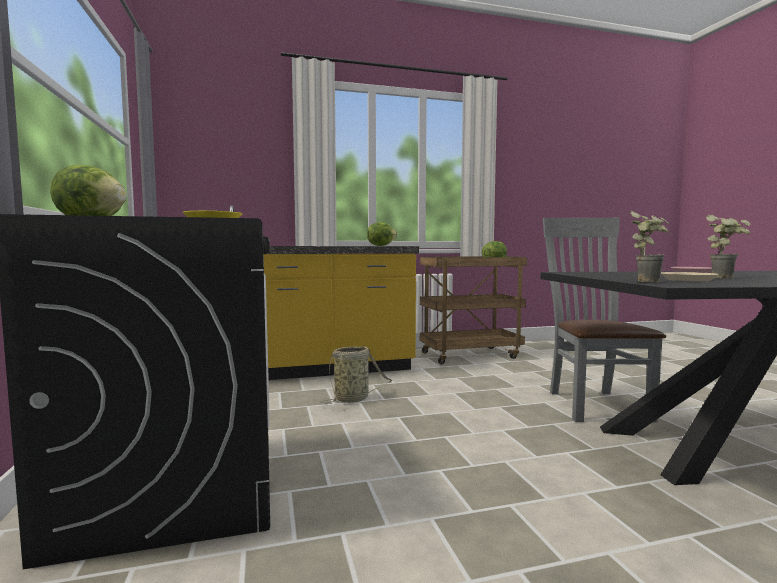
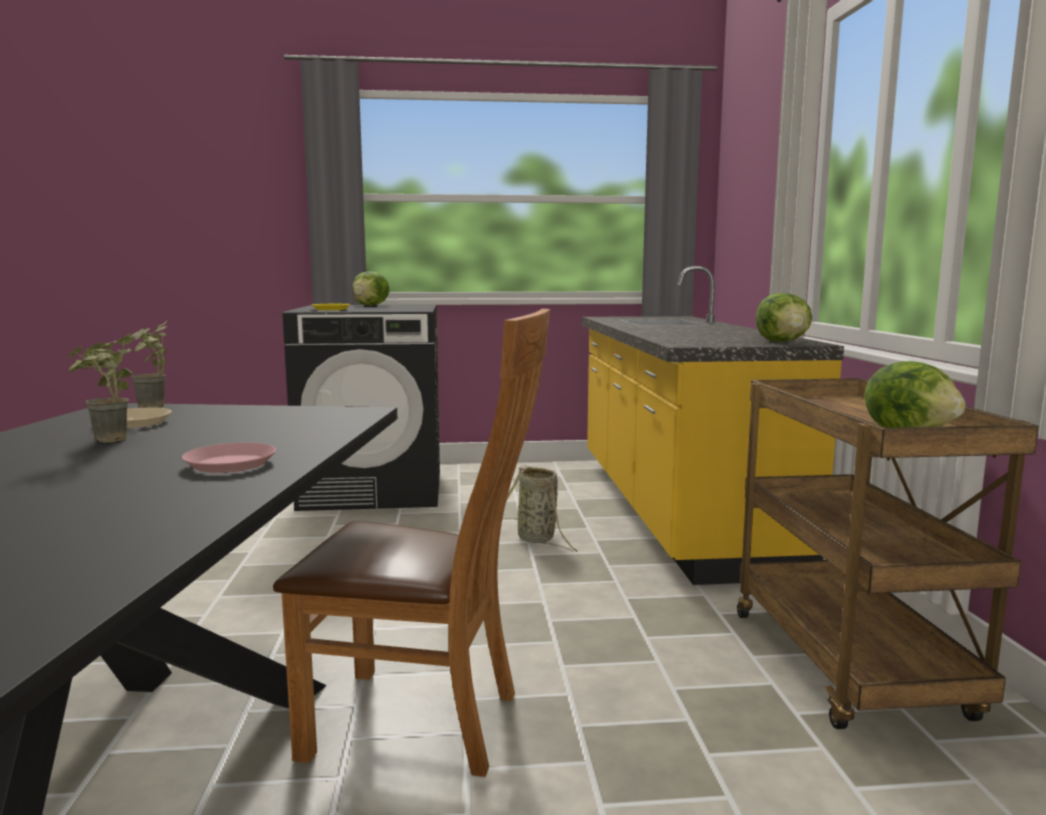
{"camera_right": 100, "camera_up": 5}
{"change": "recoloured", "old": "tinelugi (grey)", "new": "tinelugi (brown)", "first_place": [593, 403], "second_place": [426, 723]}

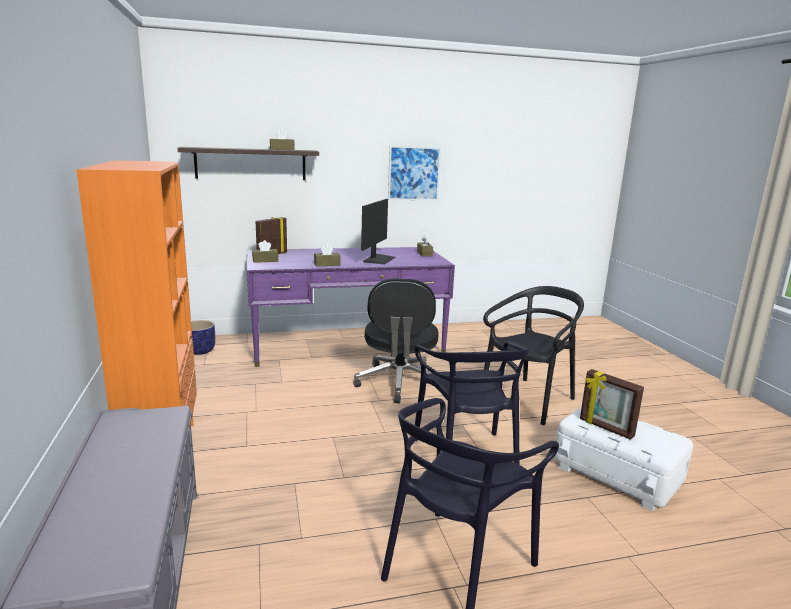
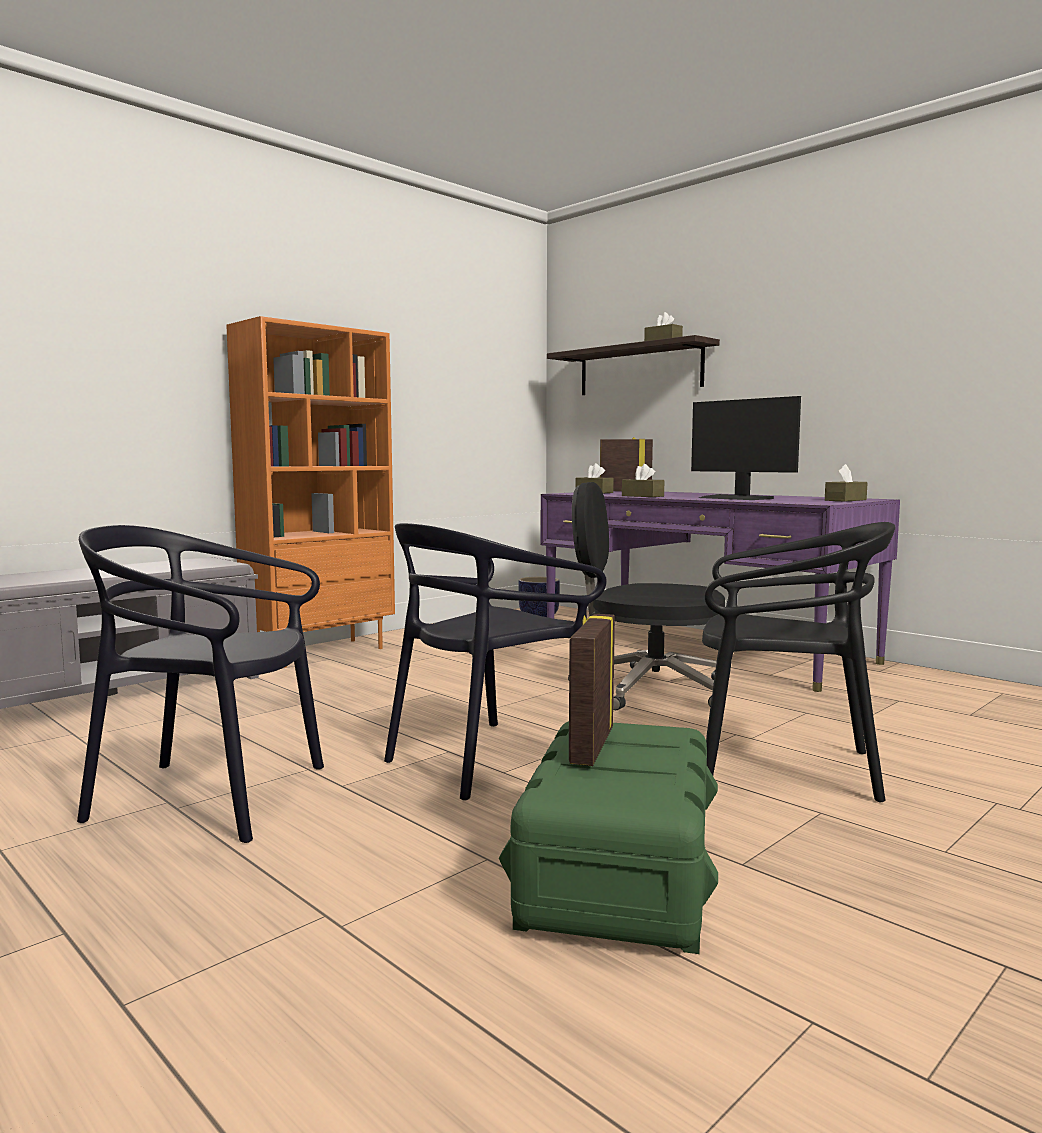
{"camera_right": 60, "camera_up": -10}
{"change": "removed", "old": "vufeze", "first_place": [414, 173]}
{"change": "turned", "old": "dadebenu", "first_place": [379, 259], "second_place": [736, 498], "degrees": 60}
{"change": "turned", "old": "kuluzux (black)", "first_place": [399, 383], "second_place": [647, 689], "degrees": 45}
{"change": "recoloured", "old": "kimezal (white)", "new": "kimezal (green)", "first_place": [617, 474], "second_place": [620, 879]}

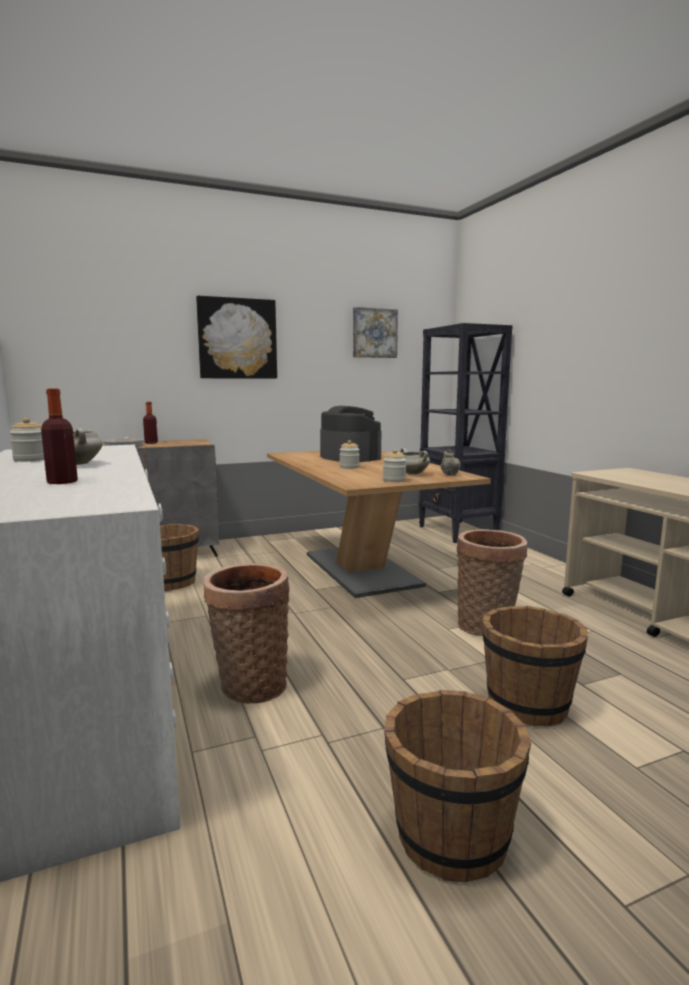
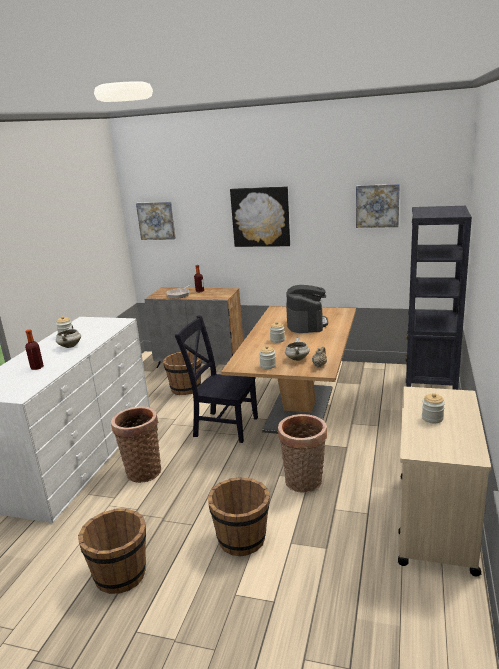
{"camera_right": 40, "camera_up": 10}
{"change": "added", "new": "vufeze", "second_place": [156, 220]}
{"change": "added", "new": "tinelugi (black)", "second_place": [223, 426]}
{"change": "added", "new": "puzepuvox", "second_place": [432, 418]}

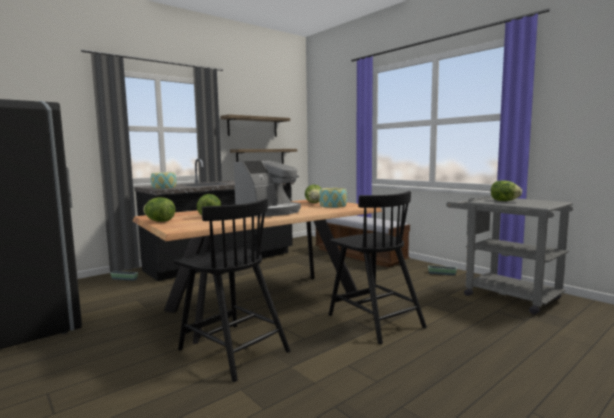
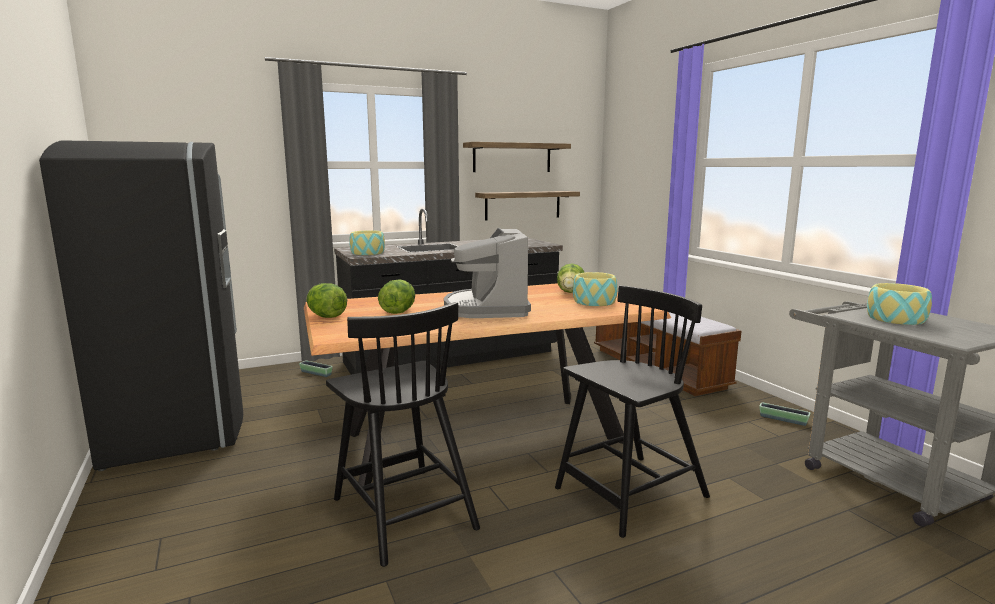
{"camera_right": 15, "camera_up": 5}
{"change": "turned", "old": "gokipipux", "first_place": [269, 212], "second_place": [488, 308], "degrees": 120}
{"change": "replaced", "old": "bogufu", "new": "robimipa", "first_place": [504, 201], "second_place": [895, 318]}
{"change": "turned", "old": "tinelugi (black)", "first_place": [374, 320], "second_place": [629, 494], "degrees": -105}

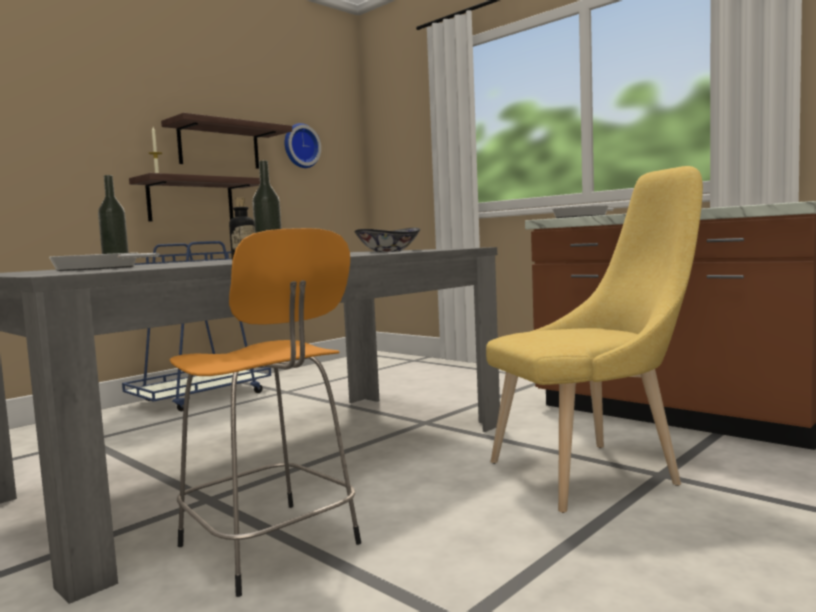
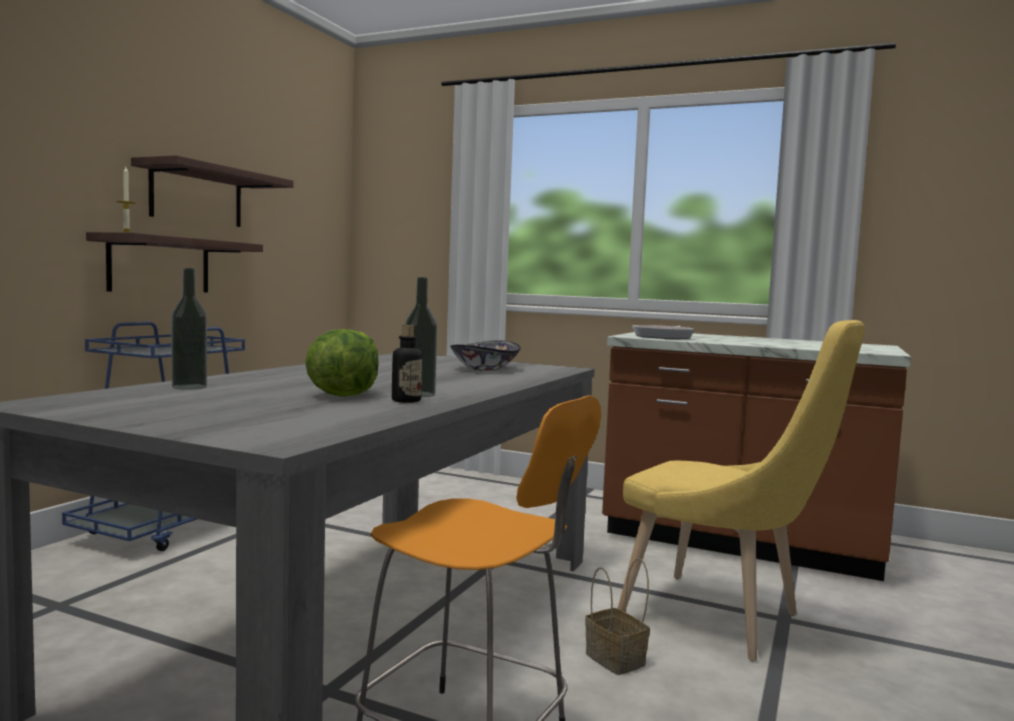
{"camera_right": -20, "camera_up": 0}
{"change": "removed", "old": "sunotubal", "first_place": [300, 146]}
{"change": "turned", "old": "tinelugi (yellow)", "first_place": [593, 473], "second_place": [722, 620], "degrees": 75}
{"change": "removed", "old": "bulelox", "first_place": [100, 268]}
{"change": "added", "new": "bogufu", "second_place": [342, 395]}
{"change": "added", "new": "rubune", "second_place": [617, 659]}

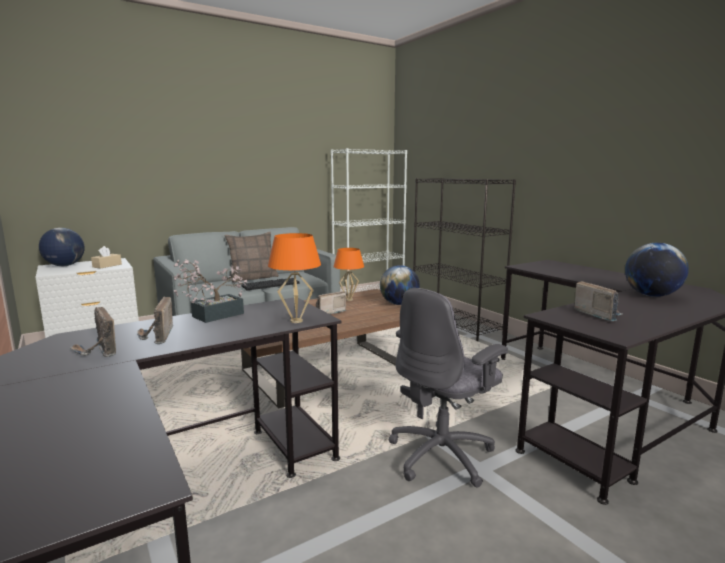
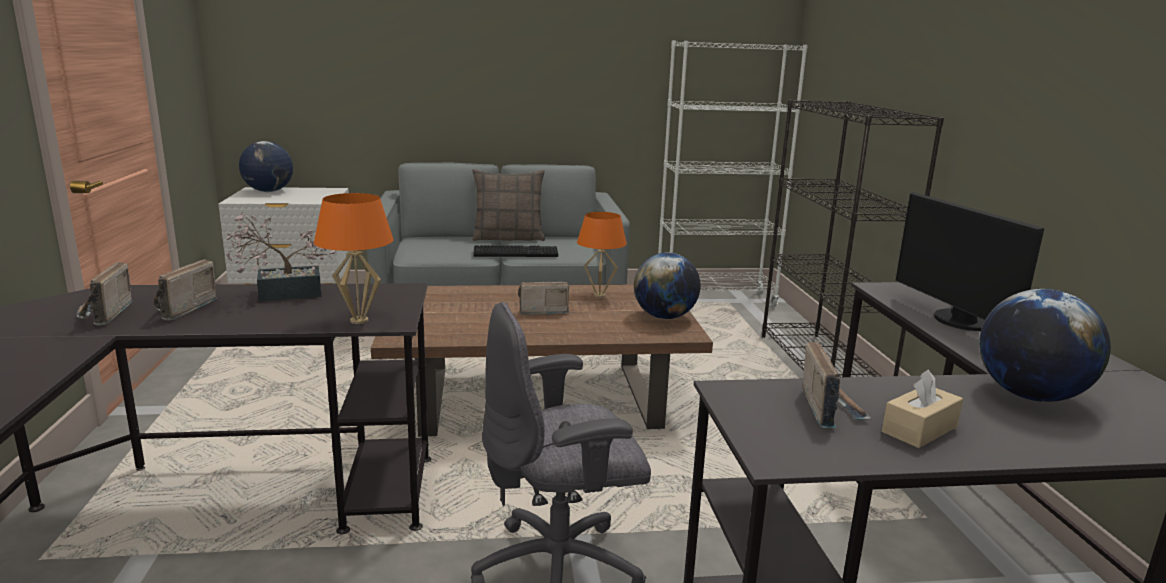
{"camera_right": 25, "camera_up": 5}
{"change": "moved", "old": "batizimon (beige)", "first_place": [107, 266], "second_place": [919, 429]}
{"change": "added", "new": "dadebenu", "second_place": [959, 321]}

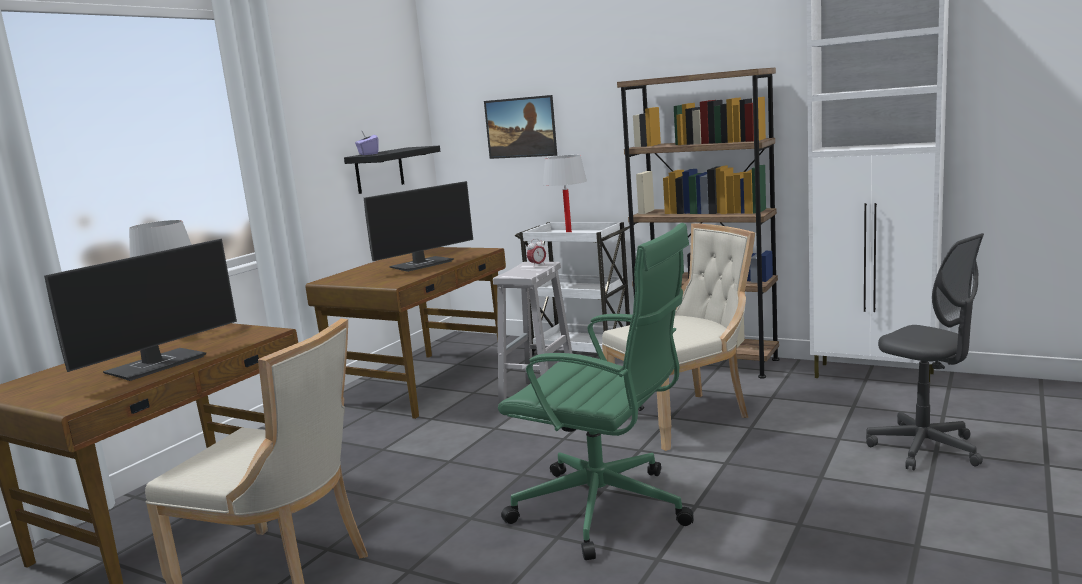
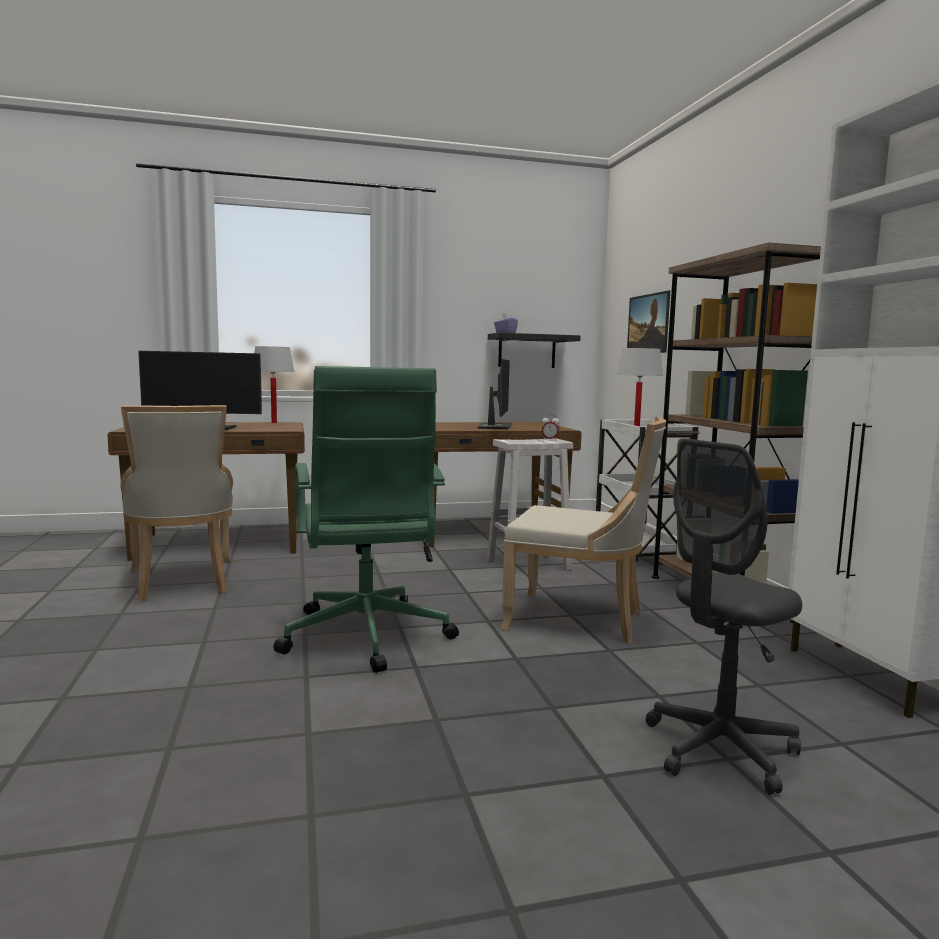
{"camera_right": 45, "camera_up": -5}
{"change": "turned", "old": "dadebenu", "first_place": [422, 264], "second_place": [495, 427], "degrees": -90}
{"change": "turned", "old": "kuluzux (grey)", "first_place": [924, 449], "second_place": [720, 750], "degrees": 45}

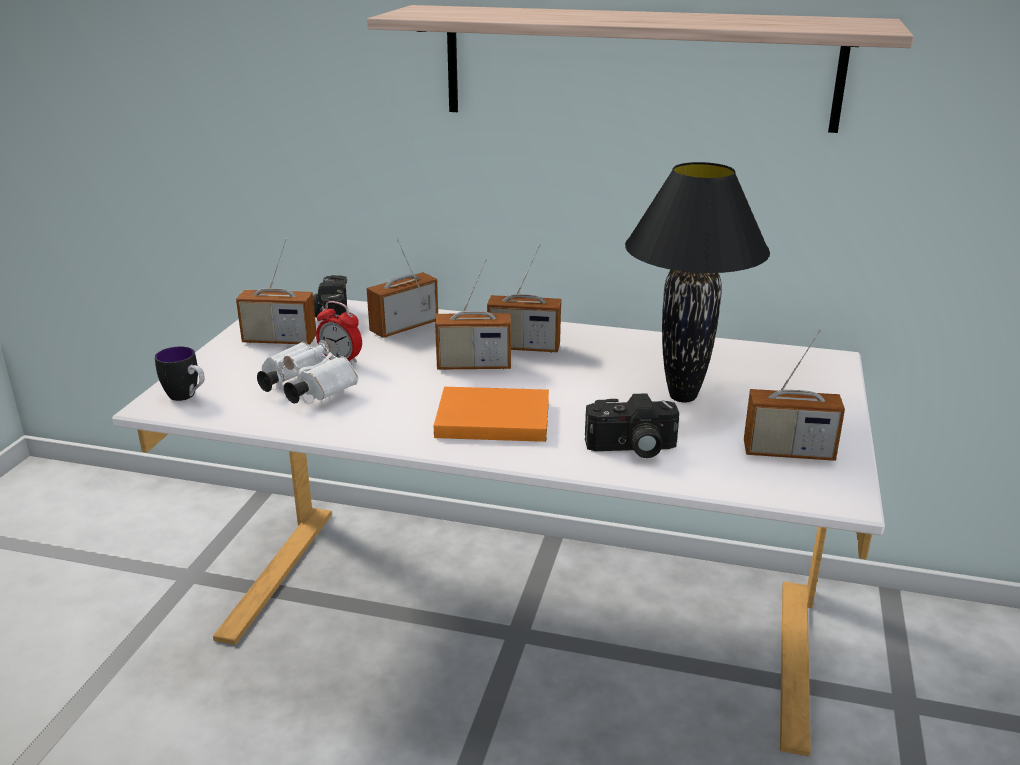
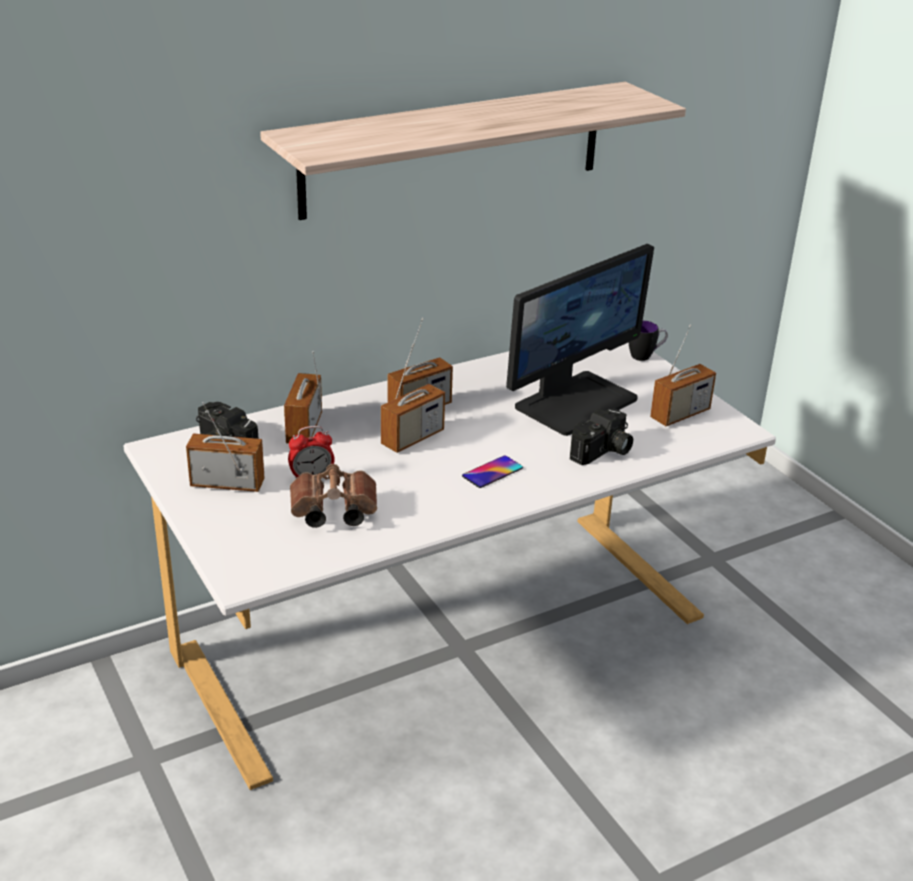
{"camera_right": -45, "camera_up": 5}
{"change": "replaced", "old": "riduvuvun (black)", "new": "dadebenu", "first_place": [684, 396], "second_place": [575, 402]}
{"change": "turned", "old": "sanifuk", "first_place": [279, 340], "second_place": [227, 483], "degrees": -135}
{"change": "recoloured", "old": "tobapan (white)", "new": "tobapan (brown)", "first_place": [305, 389], "second_place": [331, 513]}
{"change": "moved", "old": "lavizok", "first_place": [187, 397], "second_place": [645, 356]}
{"change": "replaced", "old": "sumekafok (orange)", "new": "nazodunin", "first_place": [490, 418], "second_place": [492, 472]}

